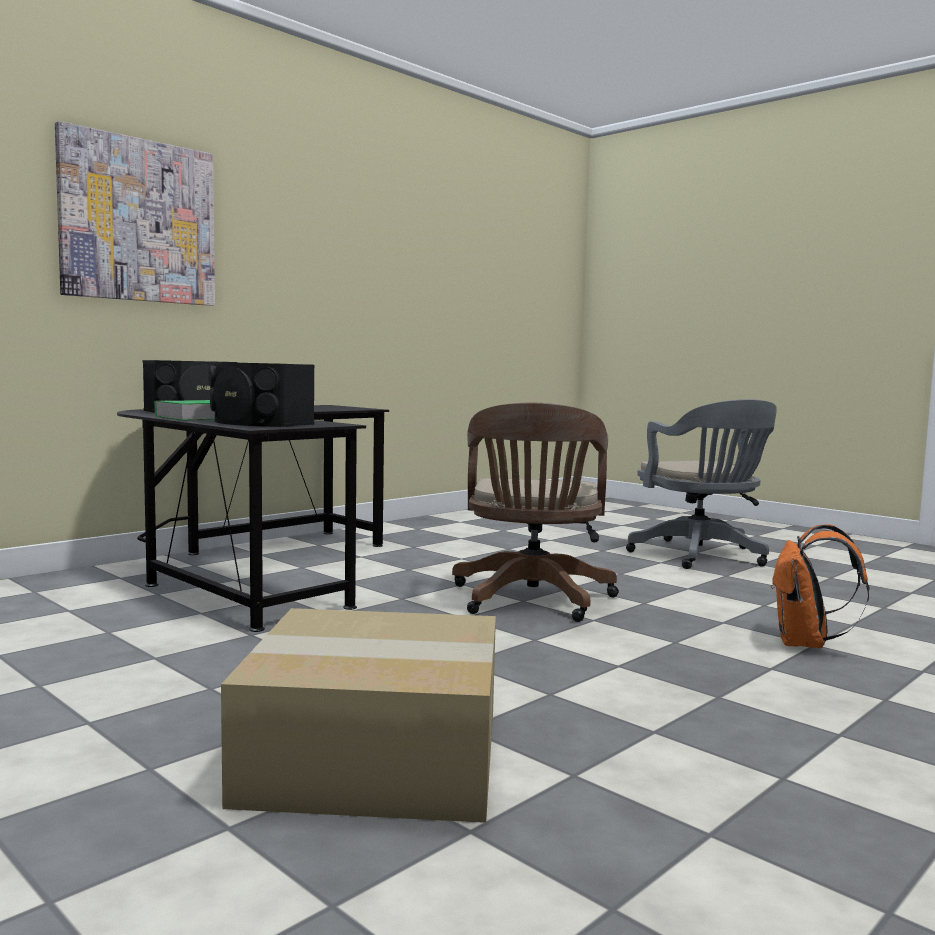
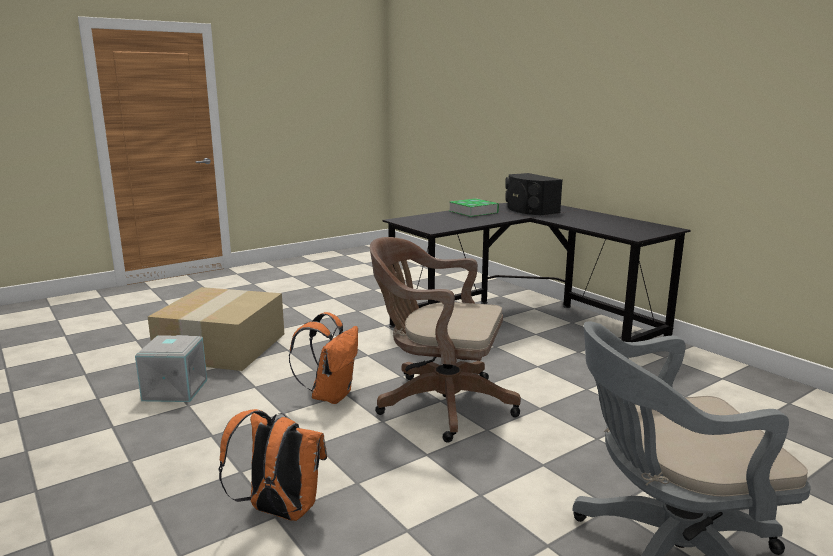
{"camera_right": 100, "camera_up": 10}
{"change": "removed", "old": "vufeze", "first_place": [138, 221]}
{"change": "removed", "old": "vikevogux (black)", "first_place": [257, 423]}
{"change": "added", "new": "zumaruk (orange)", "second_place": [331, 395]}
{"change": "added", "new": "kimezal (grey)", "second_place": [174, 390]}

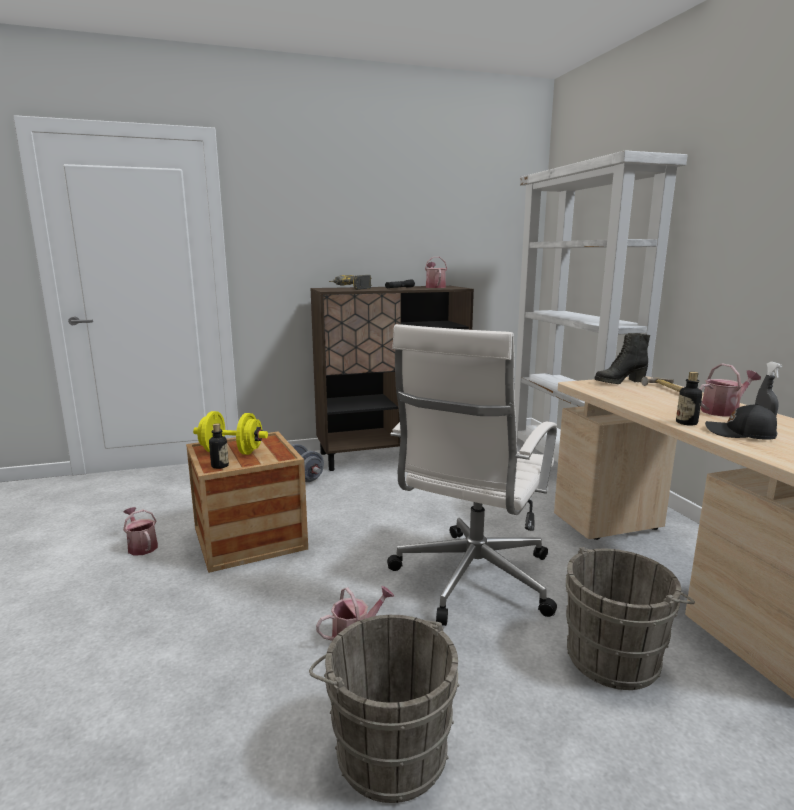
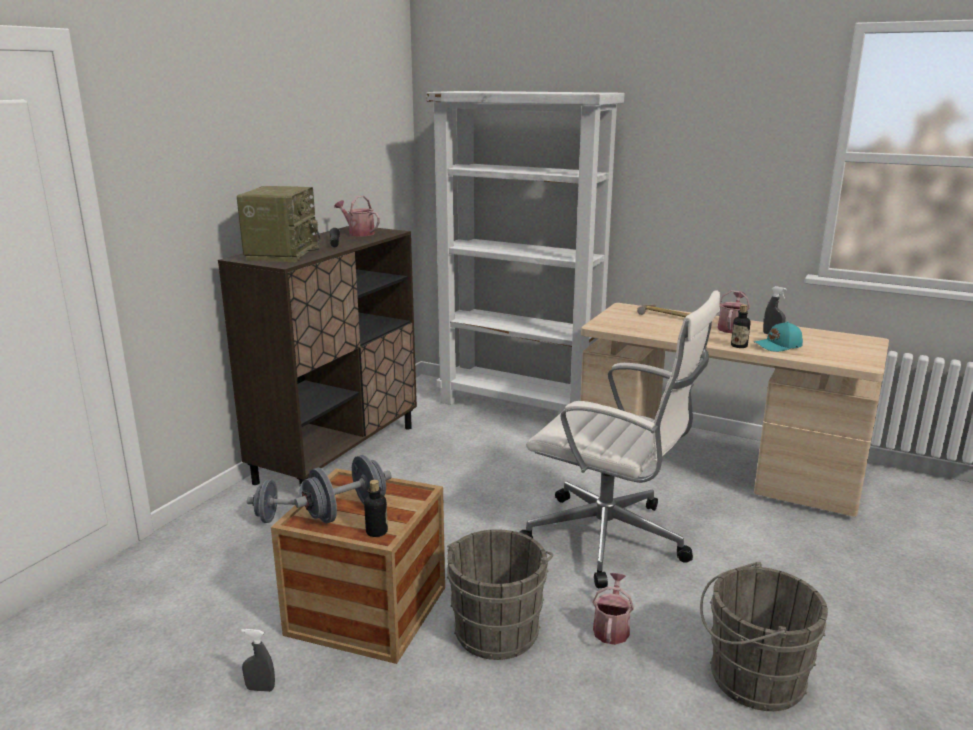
{"camera_right": -45, "camera_up": 5}
{"change": "replaced", "old": "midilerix", "new": "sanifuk", "first_place": [349, 288], "second_place": [281, 254]}
{"change": "turned", "old": "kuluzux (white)", "first_place": [471, 580], "second_place": [610, 540], "degrees": -45}
{"change": "removed", "old": "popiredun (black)", "first_place": [619, 382]}
{"change": "recoloured", "old": "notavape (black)", "new": "notavape (turquoise)", "first_place": [740, 434], "second_place": [778, 346]}
{"change": "recoloured", "old": "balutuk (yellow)", "new": "balutuk (grey)", "first_place": [232, 452], "second_place": [346, 512]}
{"change": "replaced", "old": "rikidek", "new": "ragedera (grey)", "first_place": [141, 546], "second_place": [260, 688]}
{"change": "moved", "old": "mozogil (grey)", "first_place": [616, 656], "second_place": [498, 628]}

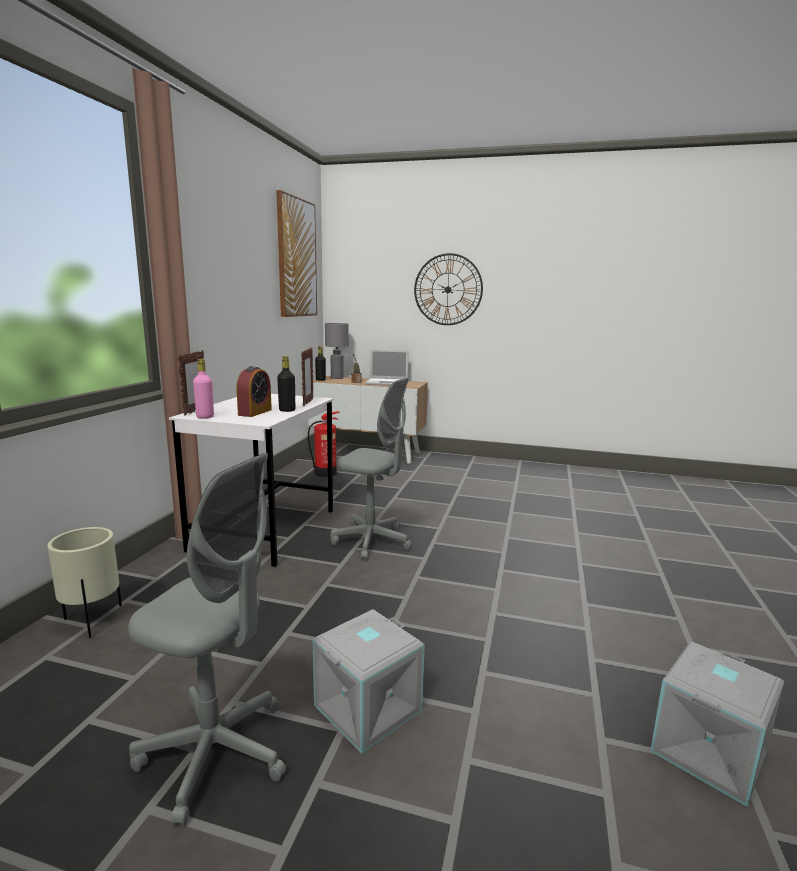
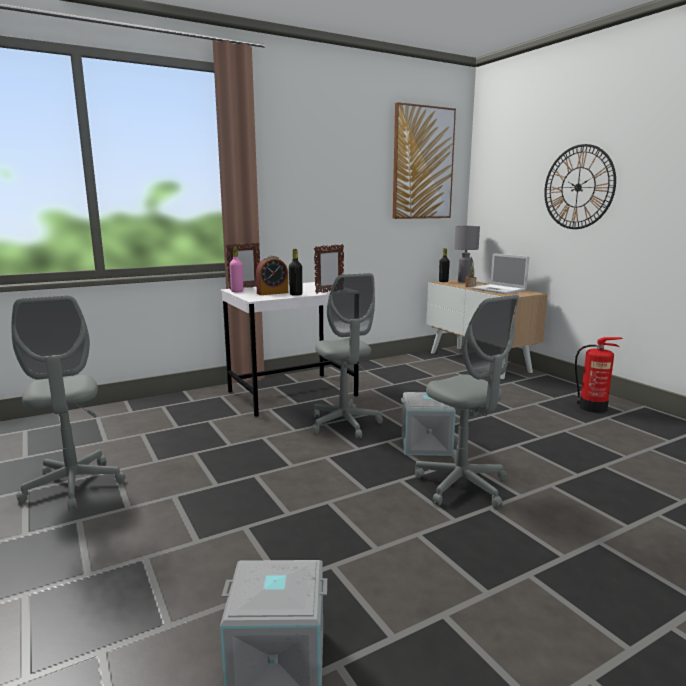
{"camera_right": 45, "camera_up": 0}
{"change": "moved", "old": "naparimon", "first_place": [326, 473], "second_place": [593, 408]}
{"change": "removed", "old": "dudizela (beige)", "first_place": [92, 621]}
{"change": "moved", "old": "kimezal (grey)", "first_place": [368, 709], "second_place": [426, 445]}
{"change": "added", "new": "kuluzux (grey)", "second_place": [462, 486]}

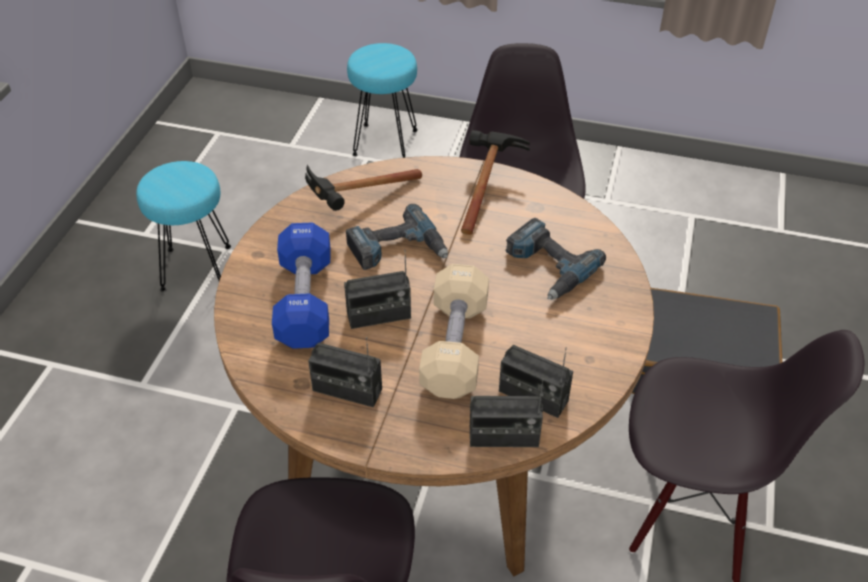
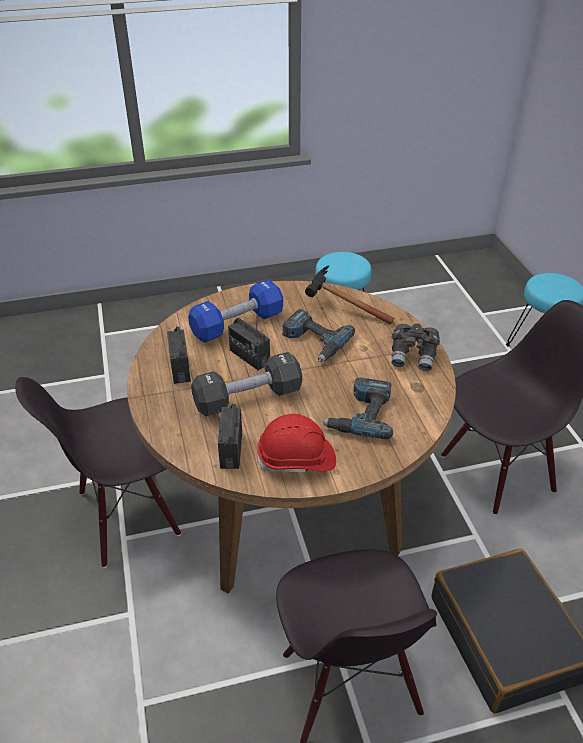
{"camera_right": 60, "camera_up": -5}
{"change": "replaced", "old": "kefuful", "new": "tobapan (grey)", "first_place": [486, 187], "second_place": [413, 356]}
{"change": "recoloured", "old": "balutuk (beige)", "new": "balutuk (black)", "first_place": [454, 347], "second_place": [248, 398]}
{"change": "removed", "old": "sanifuk", "first_place": [503, 437]}
{"change": "added", "new": "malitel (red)", "second_place": [297, 460]}

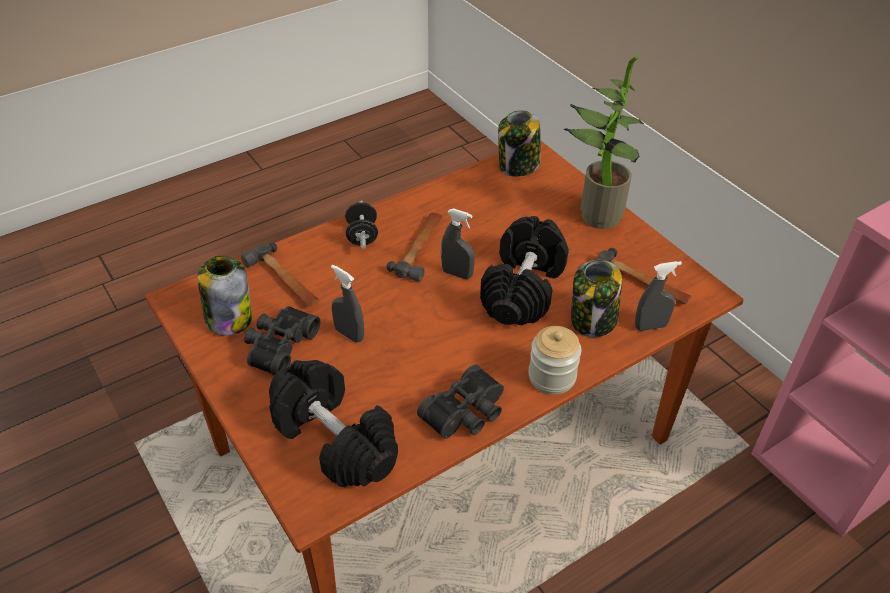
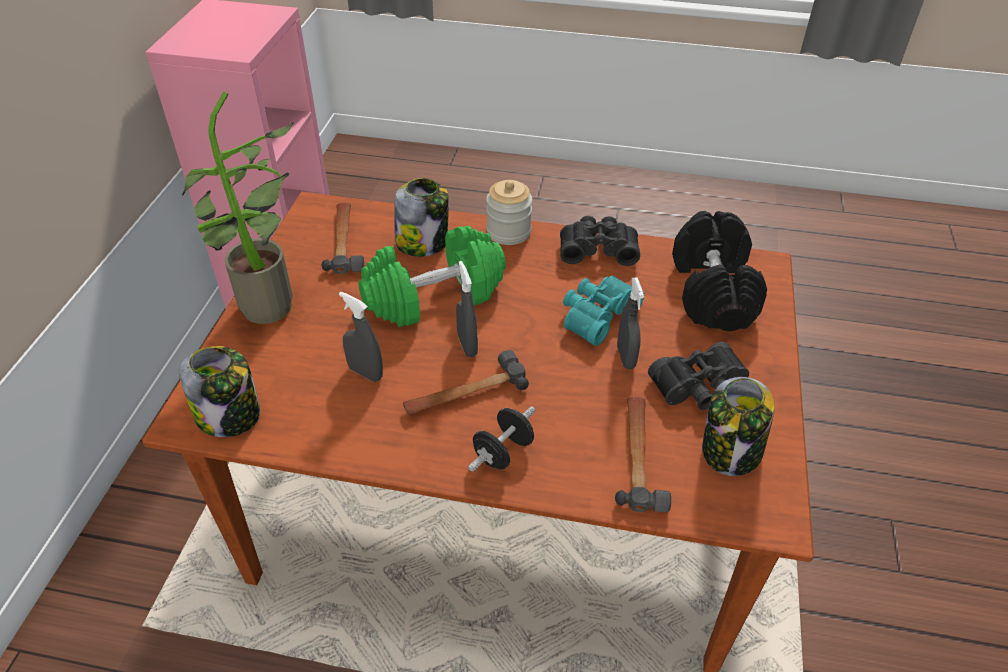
{"camera_right": -135, "camera_up": 0}
{"change": "recoloured", "old": "balutuk (black)", "new": "balutuk (green)", "first_place": [523, 289], "second_place": [434, 296]}
{"change": "moved", "old": "ragedera (grey)", "first_place": [650, 326], "second_place": [365, 373]}
{"change": "added", "new": "tobapan (turquoise)", "second_place": [596, 315]}

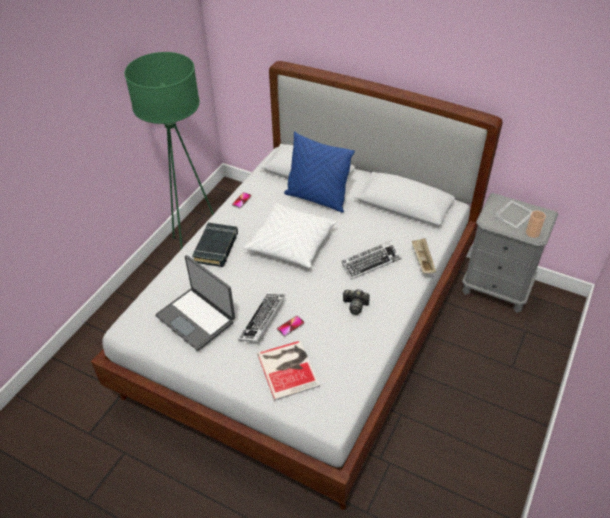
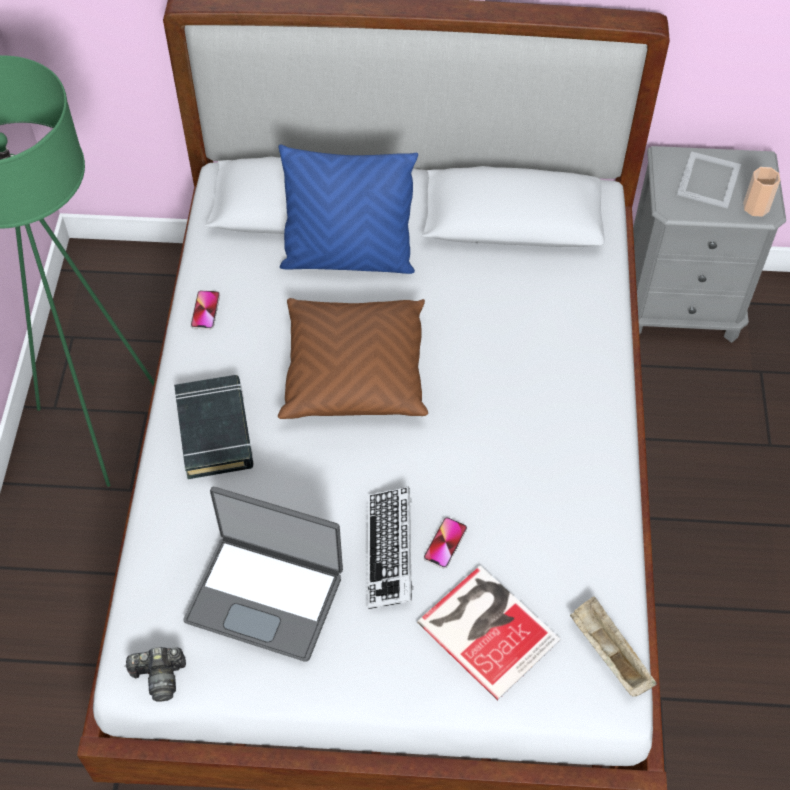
{"camera_right": -25, "camera_up": 10}
{"change": "recoloured", "old": "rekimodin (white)", "new": "rekimodin (brown)", "first_place": [291, 244], "second_place": [354, 372]}
{"change": "moved", "old": "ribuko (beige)", "first_place": [422, 261], "second_place": [608, 653]}
{"change": "removed", "old": "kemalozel", "first_place": [370, 262]}
{"change": "moved", "old": "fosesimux", "first_place": [355, 305], "second_place": [159, 676]}

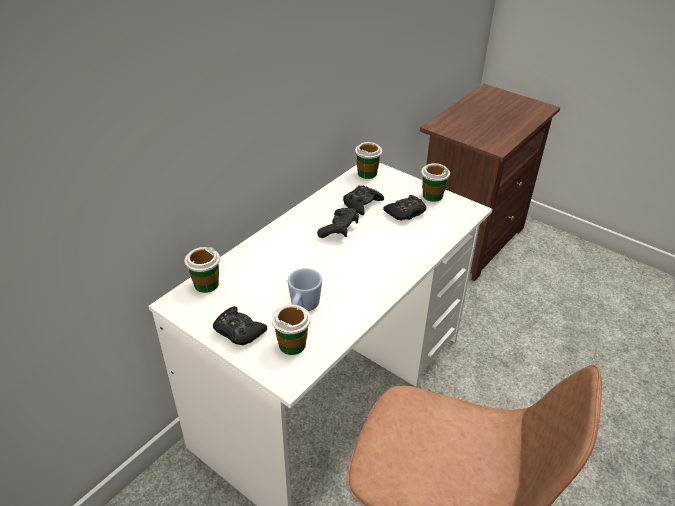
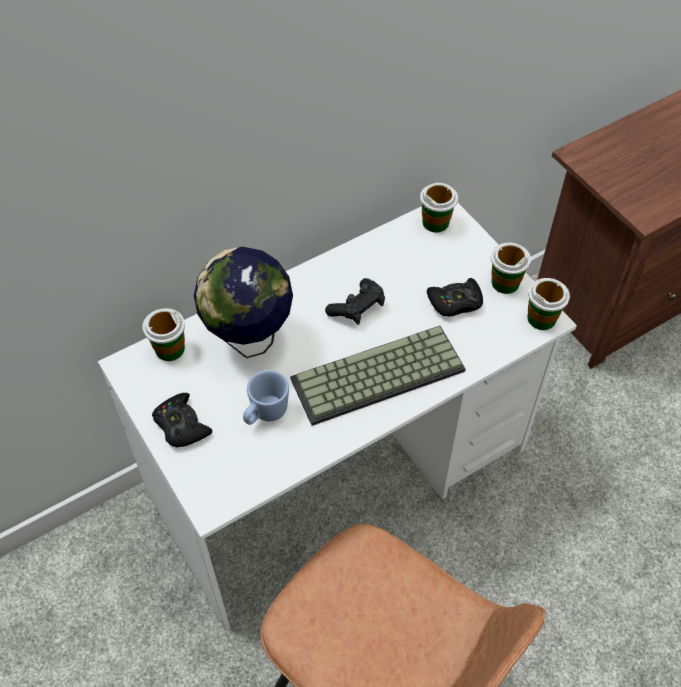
{"camera_right": 20, "camera_up": 15}
{"change": "removed", "old": "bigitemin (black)", "first_place": [362, 204]}
{"change": "moved", "old": "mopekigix", "first_place": [292, 344], "second_place": [541, 318]}
{"change": "added", "new": "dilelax", "second_place": [249, 339]}
{"change": "added", "new": "kemalozel", "second_place": [377, 378]}

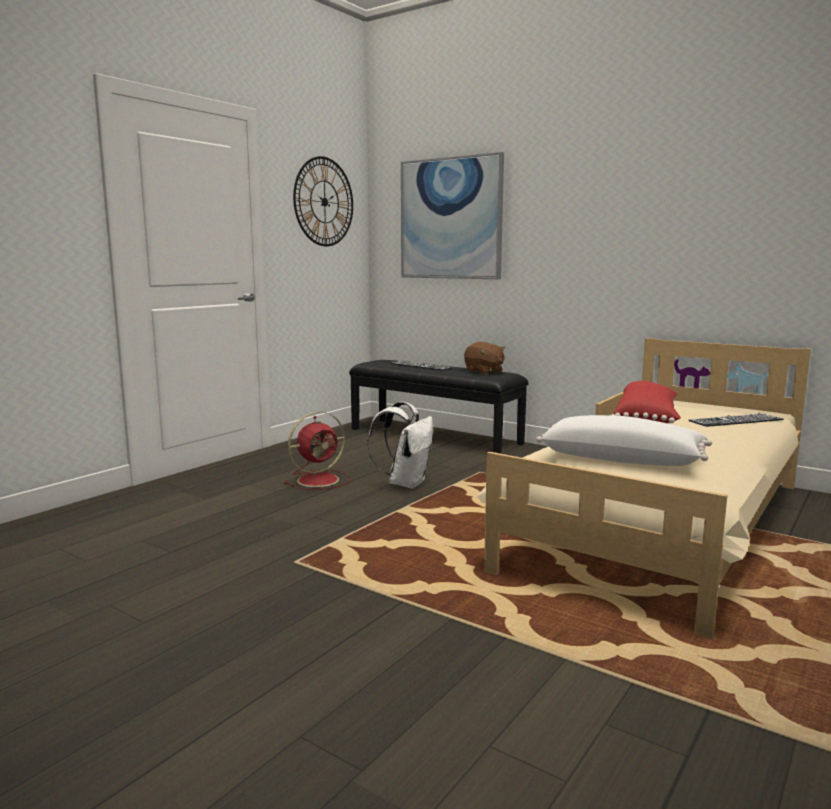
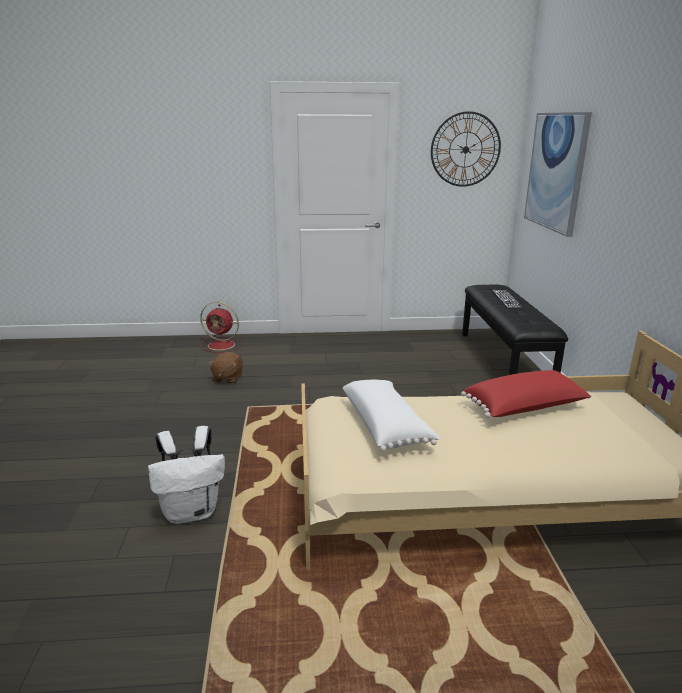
{"camera_right": 50, "camera_up": 10}
{"change": "moved", "old": "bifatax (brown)", "first_place": [484, 371], "second_place": [227, 378]}
{"change": "moved", "old": "zumaruk (white)", "first_place": [405, 483], "second_place": [192, 512]}
{"change": "moved", "old": "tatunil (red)", "first_place": [320, 480], "second_place": [222, 345]}
{"change": "removed", "old": "kemalozel", "first_place": [736, 420]}

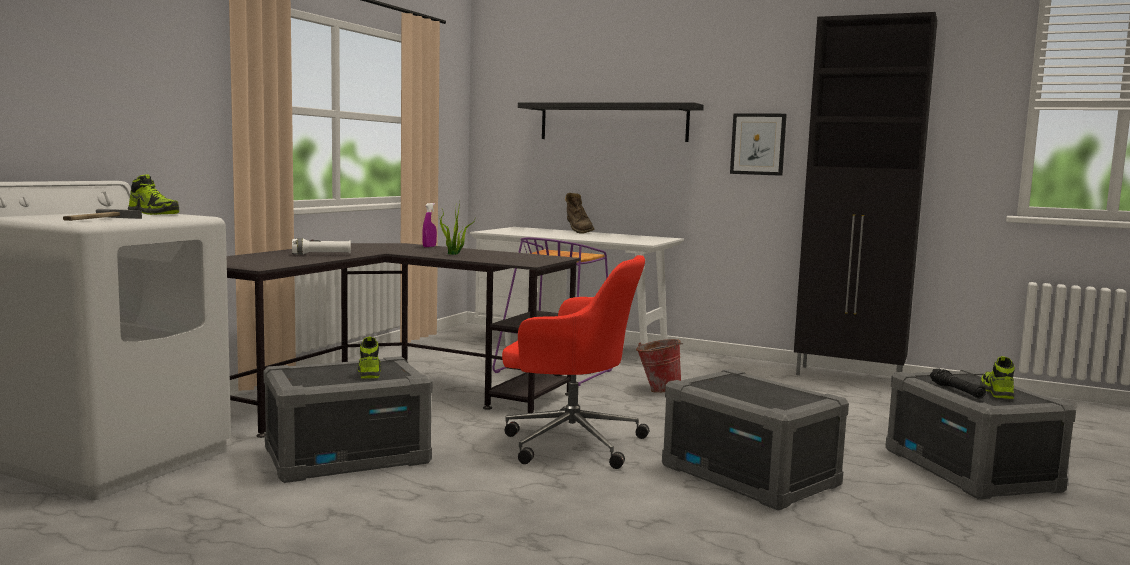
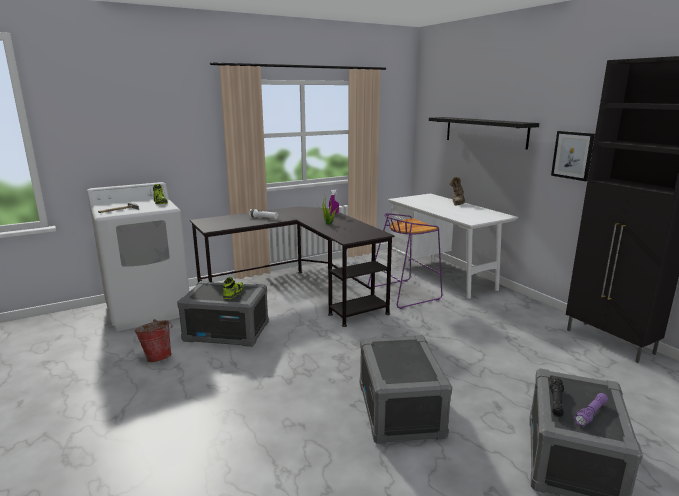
{"camera_right": 35, "camera_up": 10}
{"change": "removed", "old": "kuluzux (red)", "first_place": [570, 442]}
{"change": "moved", "old": "mozogil", "first_place": [657, 390], "second_place": [158, 357]}
{"change": "replaced", "old": "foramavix", "new": "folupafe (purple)", "first_place": [996, 392], "second_place": [591, 414]}

